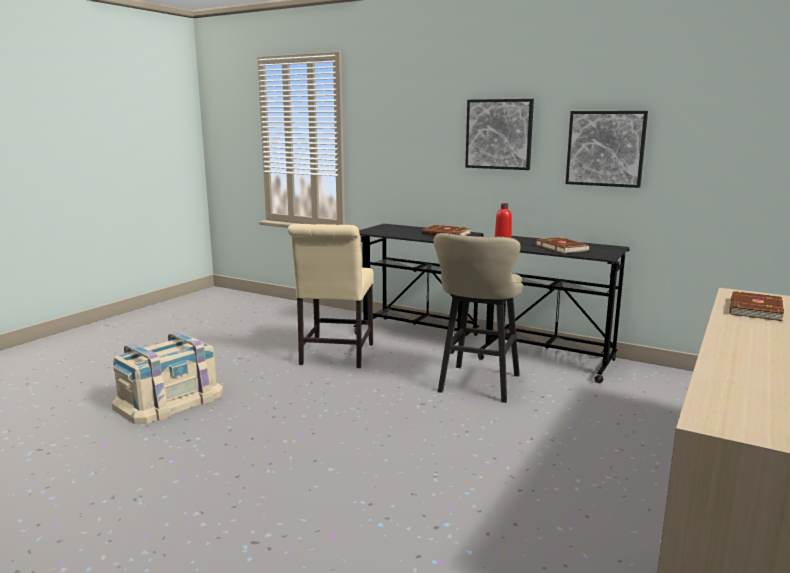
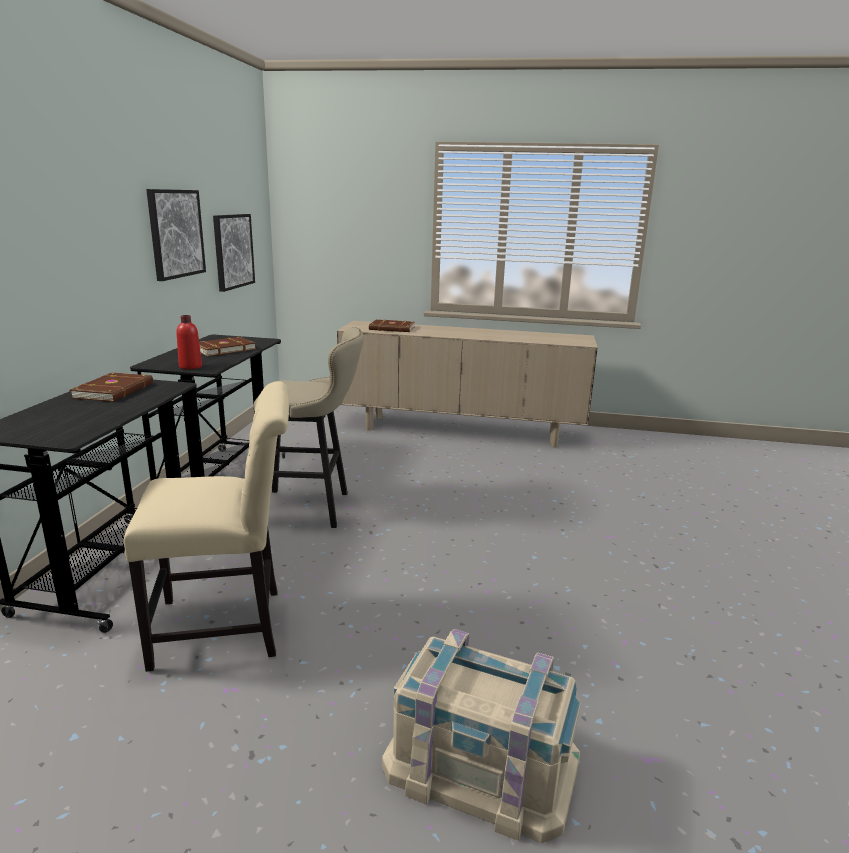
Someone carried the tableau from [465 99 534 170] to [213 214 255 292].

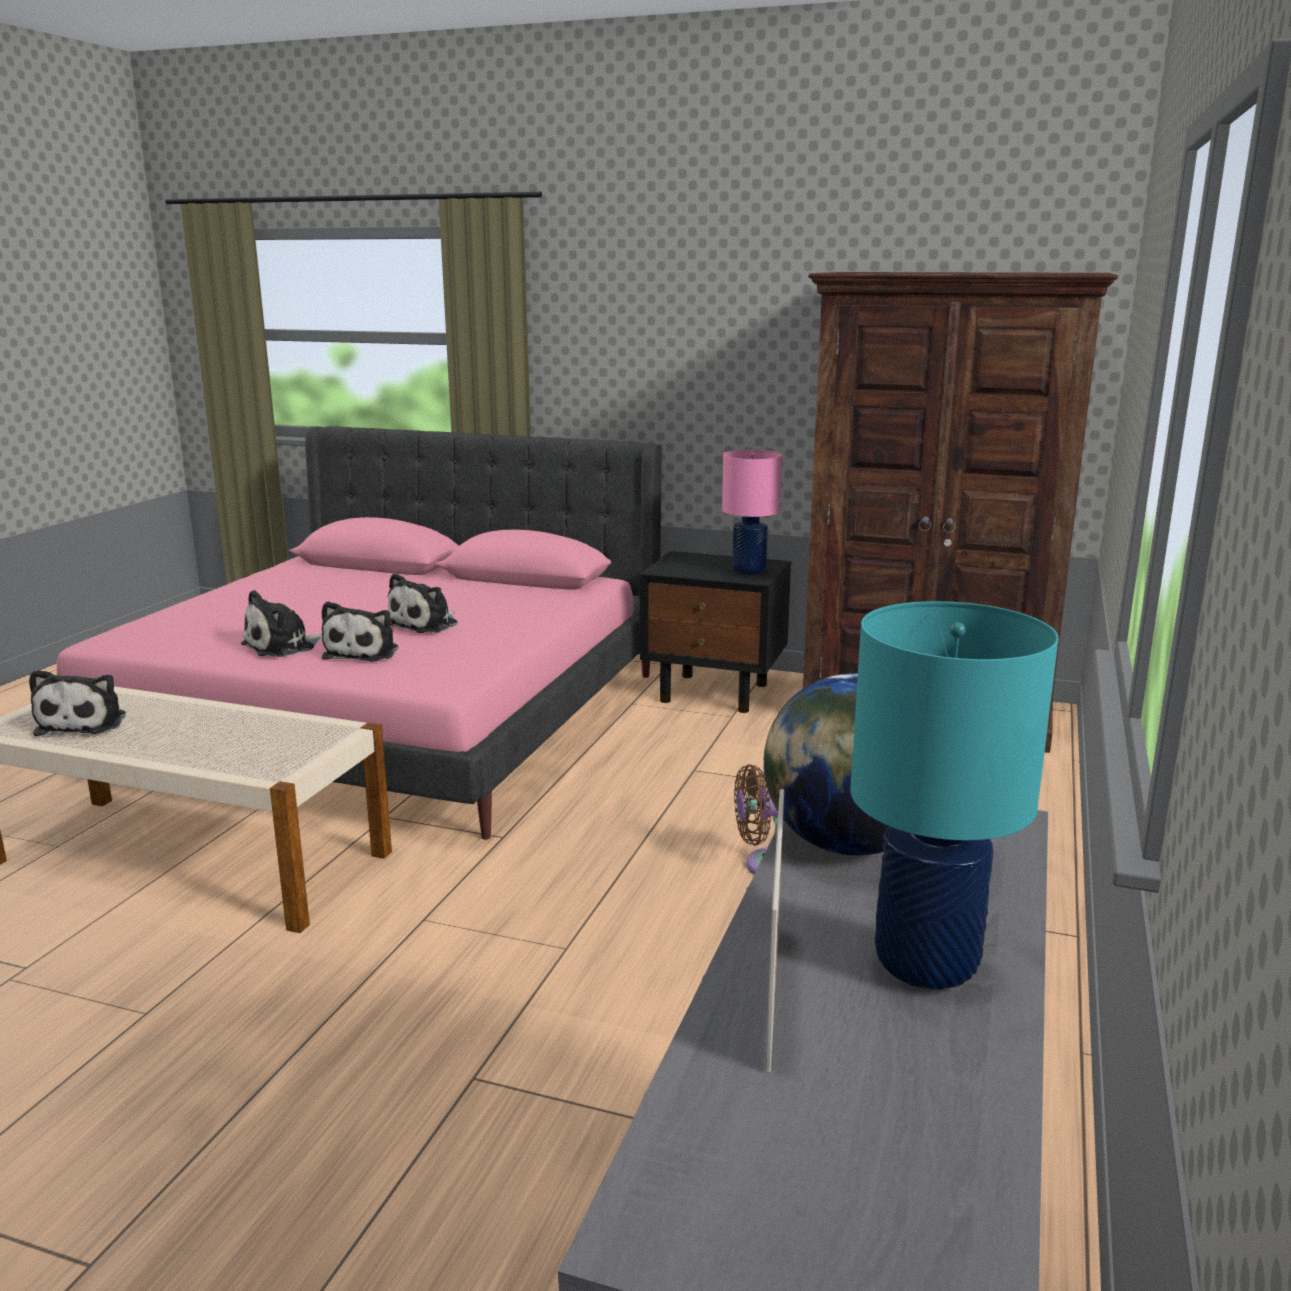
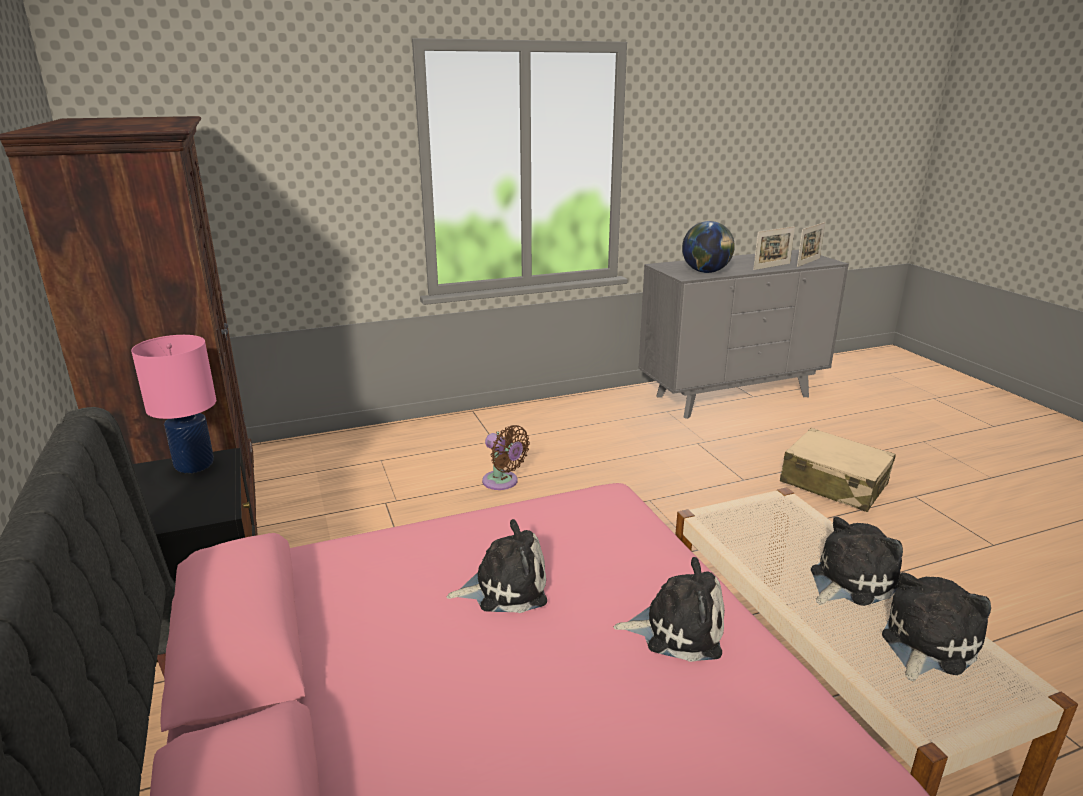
Someone took away the lampe de table (turquoise) at [850 601 1059 989].
Someone put down the valise (beige) at [780 428 896 512].
Someone put down the cadre photo at [797 222 825 267].
Someone carried the peluche from [322 601 398 662] to [811 517 903 606].

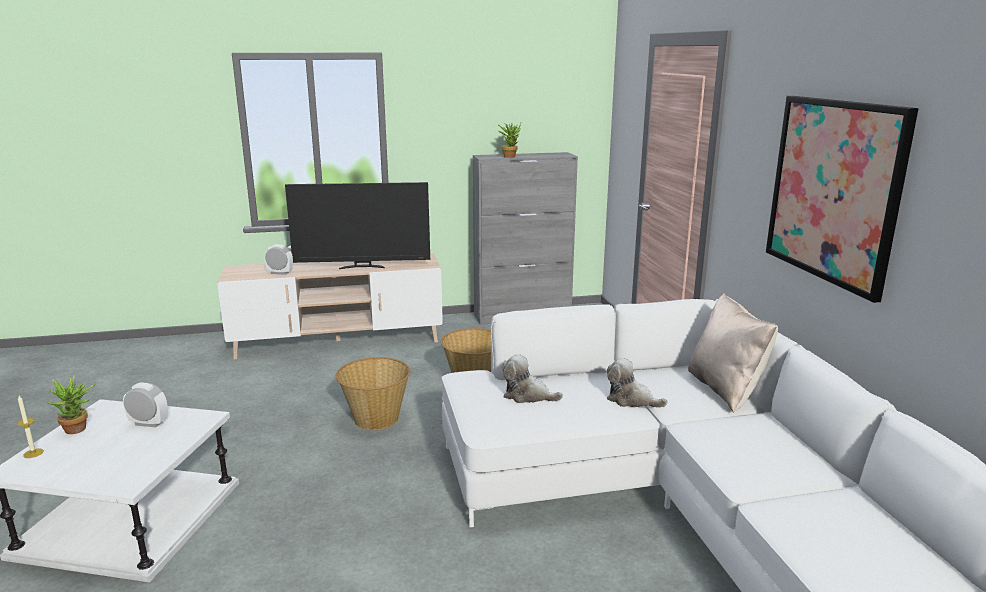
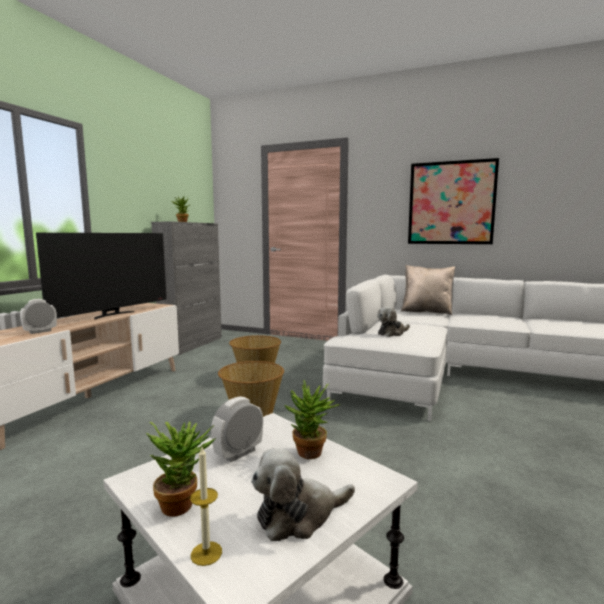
Someone put down the plante en pot at [284 380 340 459].
Someone carried the peluche from [607 358 668 408] to [251 448 355 541].

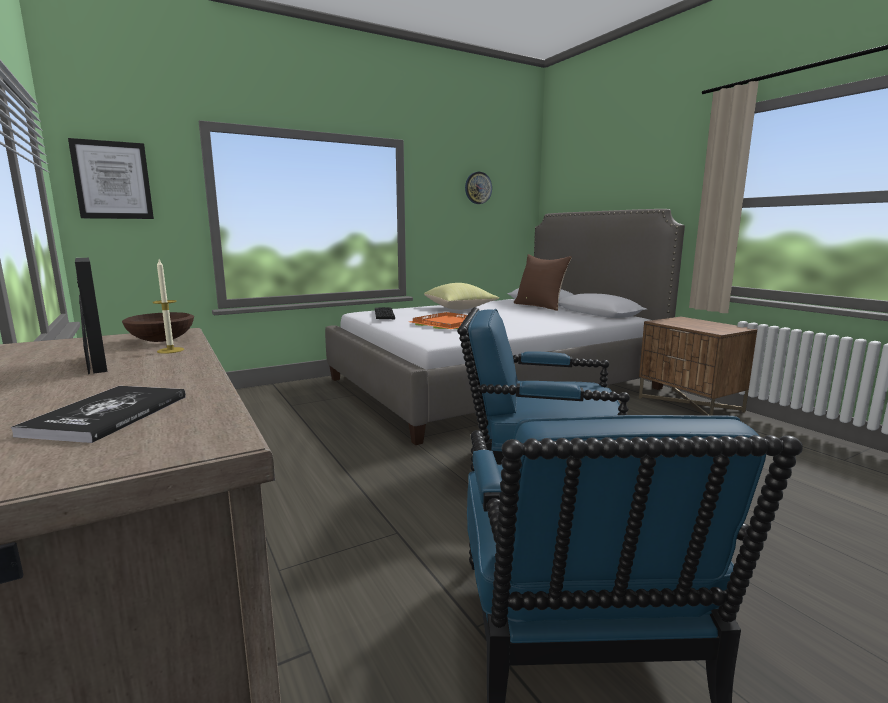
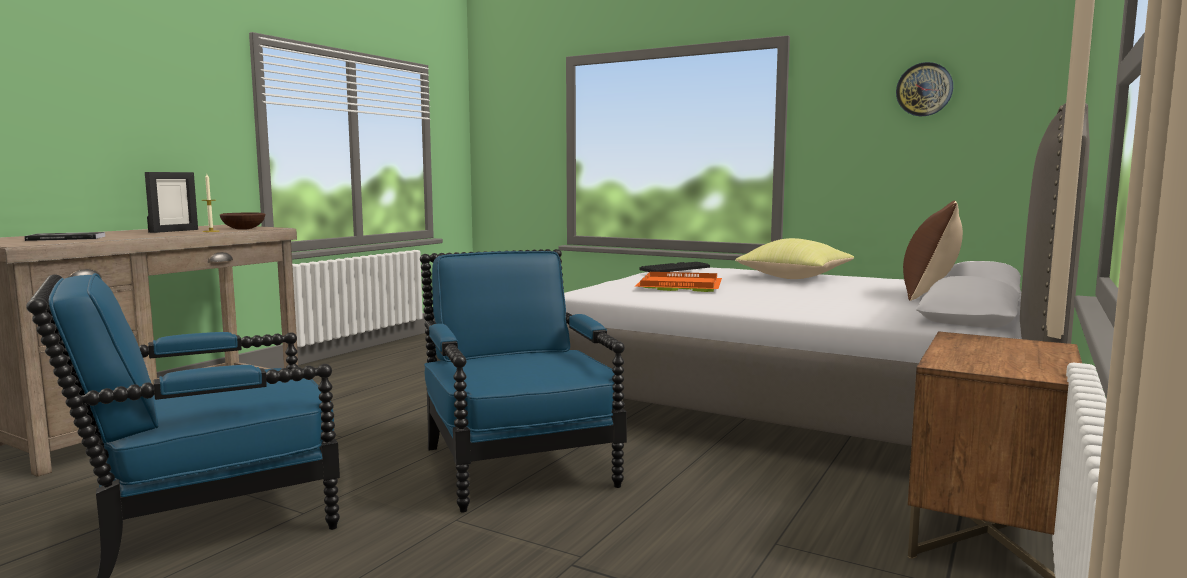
Someone took away the tableau at [68 138 154 219].

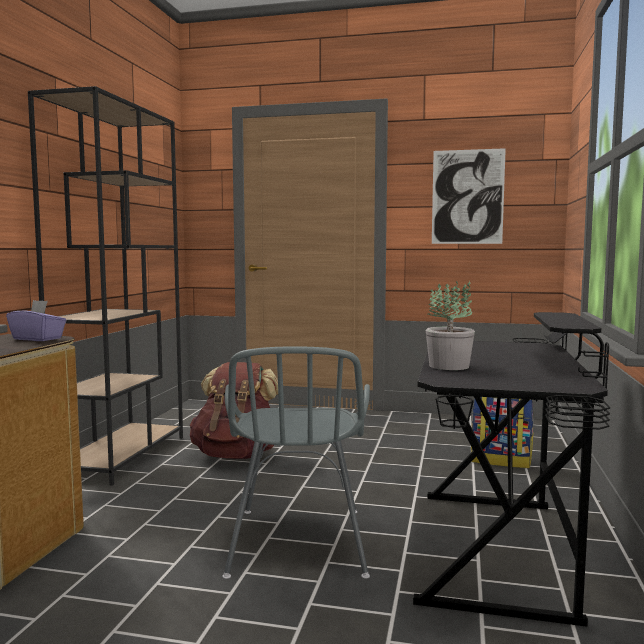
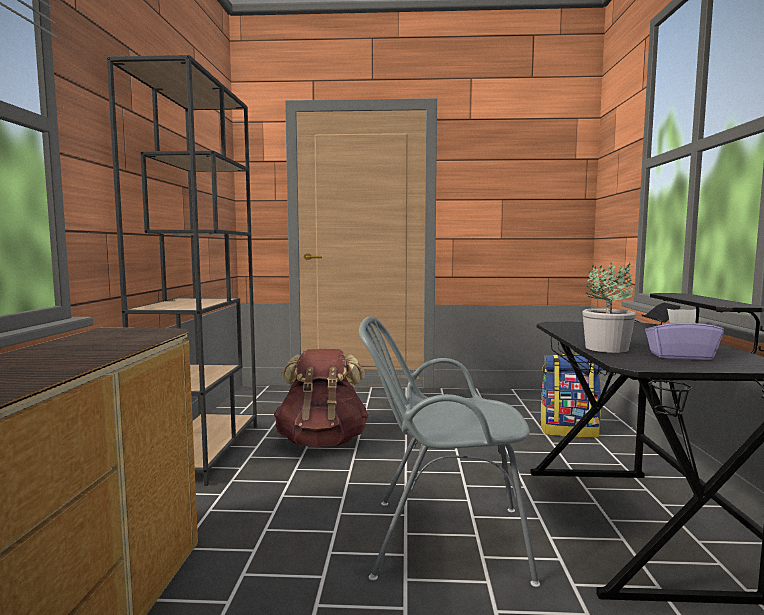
Someone took away the tableau at [432 148 506 244].
Someone carried the boîte à mouchoirs (violet) from [6 300 67 341] to [645 309 724 360].
Someone rotated the chaise (gris) at [222 347 370 579] by 105 degrees clockwise.

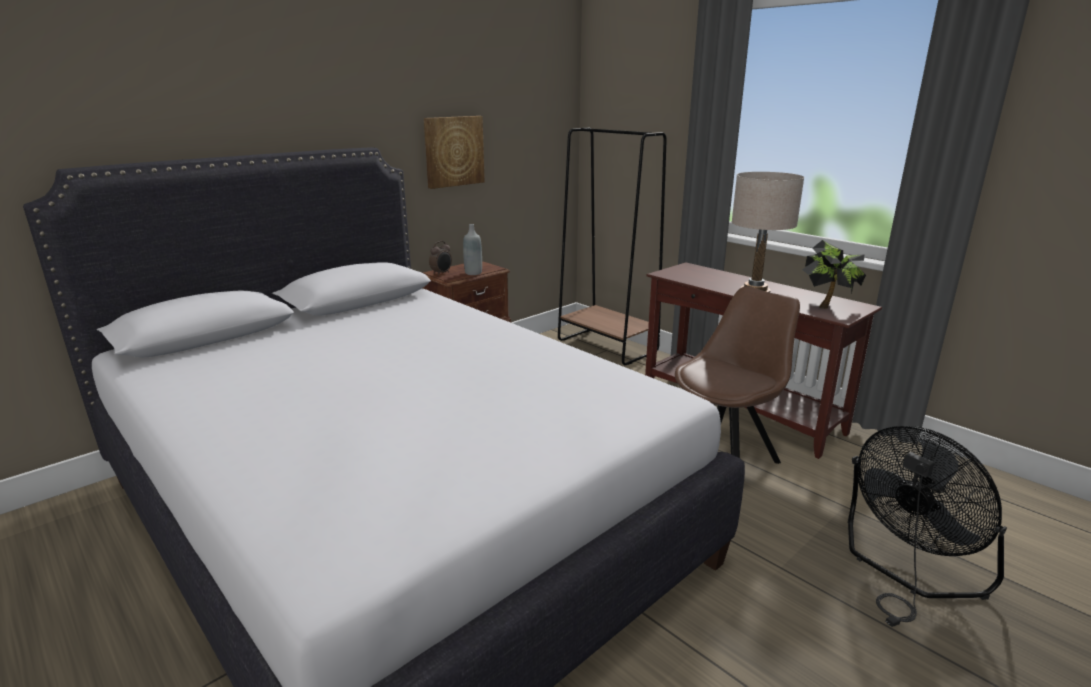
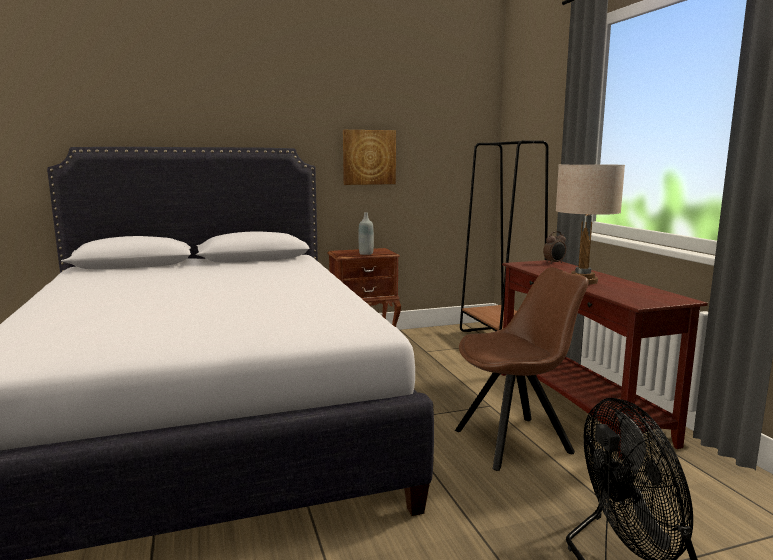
Someone took away the plante en pot at [802 240 866 309].
Someone carried the réveil from [429 241 452 275] to [543 231 566 264].

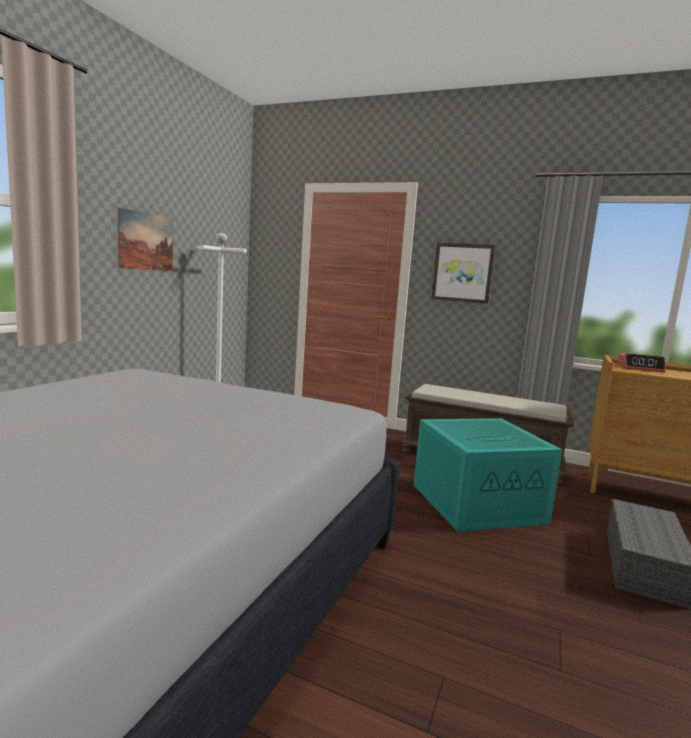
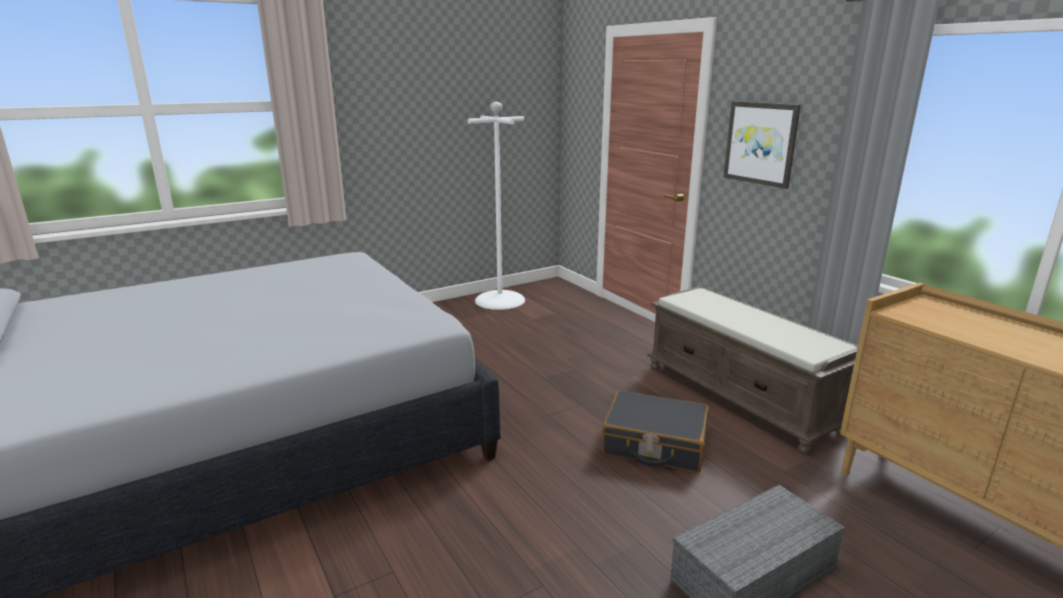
Someone took away the tableau at [118 207 173 271].
Someone took away the réveil at [617 353 666 372].
Someone swapped the boîte de rangement (turquoise) at [414 418 562 532] for the valise (noir) at [602 390 709 472].

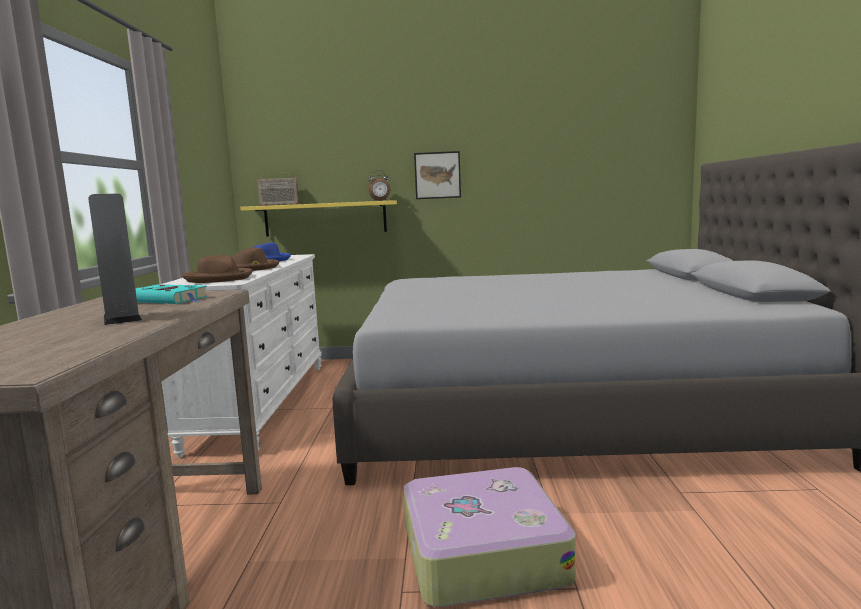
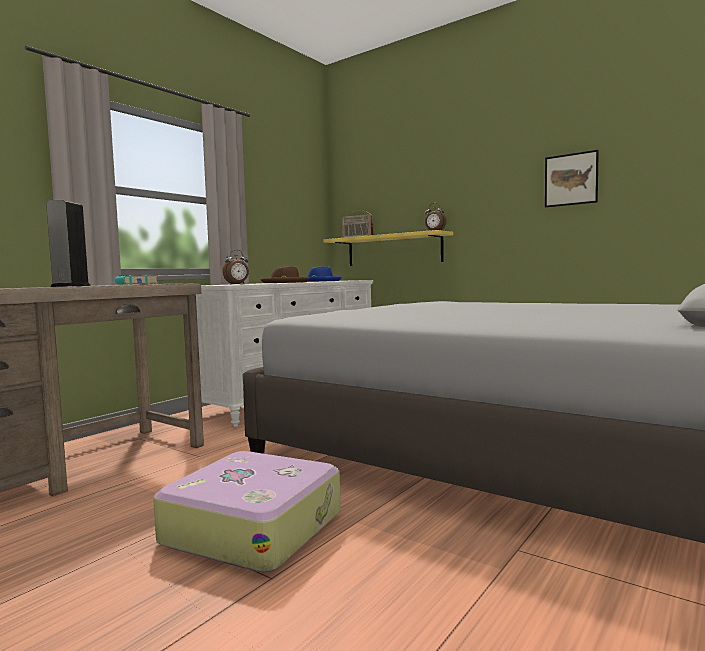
Someone carried the tableau from [414 151 461 199] to [545 150 599 207].
Someone swapped the chapeau (marron) at [182 255 253 283] for the réveil at [222 250 249 284].

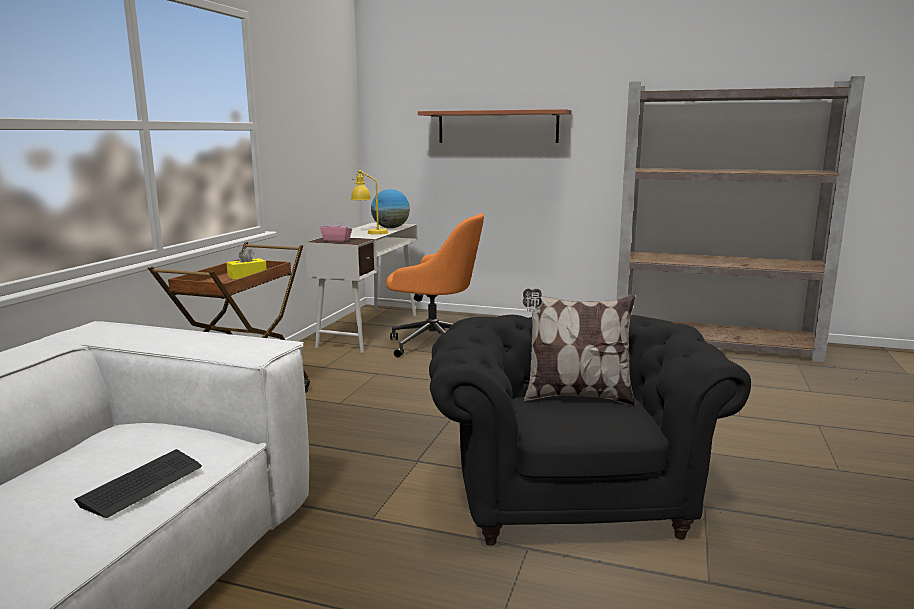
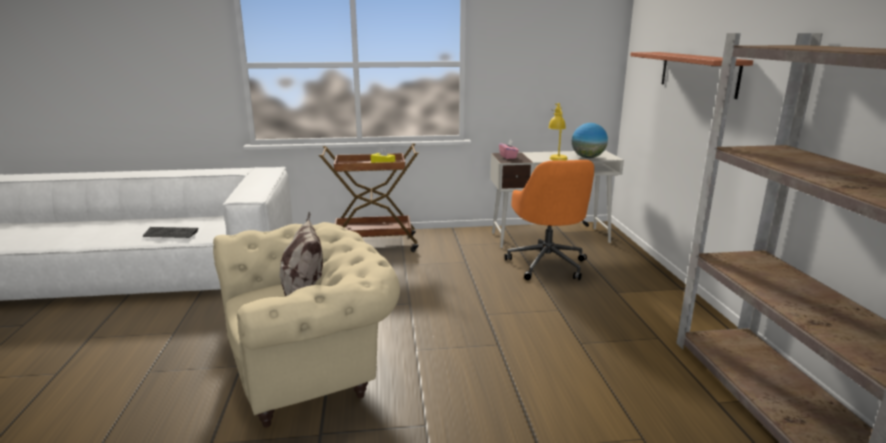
Someone repainted the fauteuil (noir) at [429 315 751 546], which became the fauteuil (beige) at [213 222 400 427].

